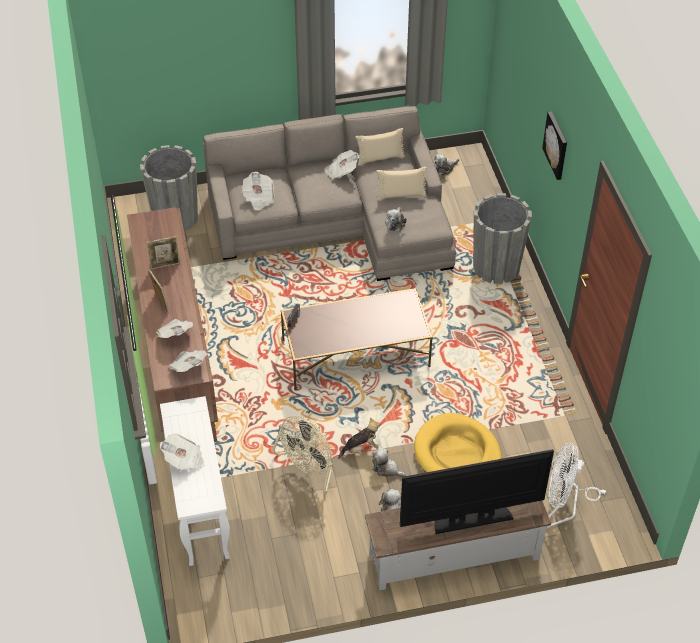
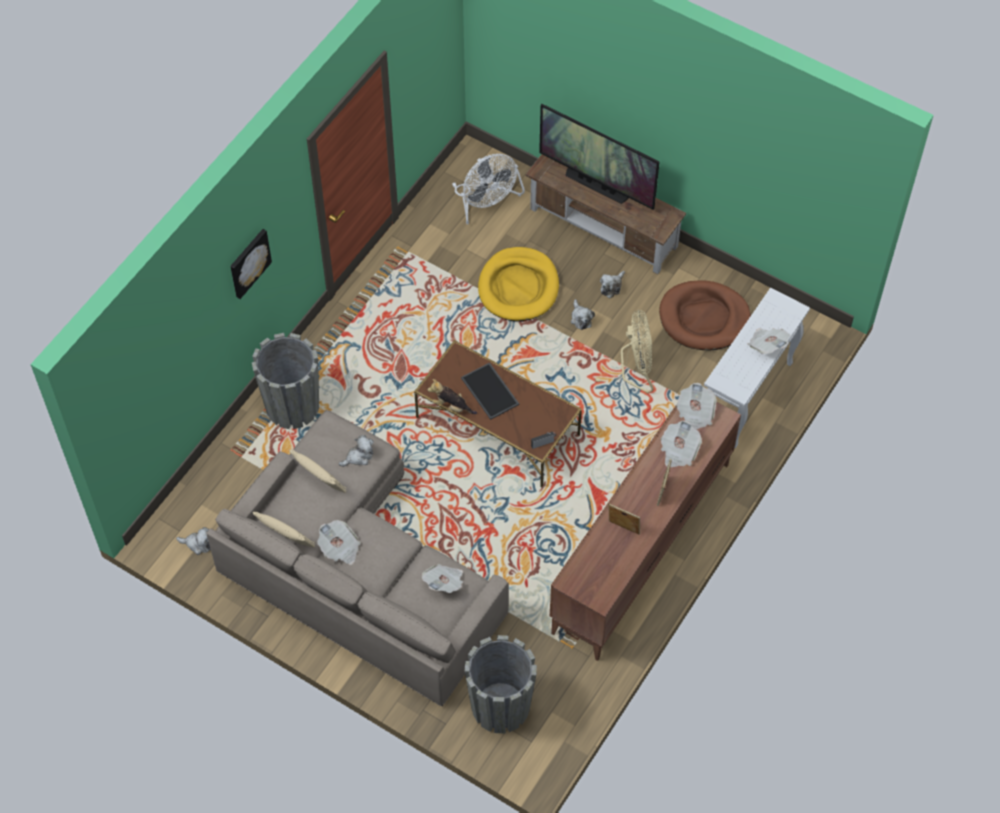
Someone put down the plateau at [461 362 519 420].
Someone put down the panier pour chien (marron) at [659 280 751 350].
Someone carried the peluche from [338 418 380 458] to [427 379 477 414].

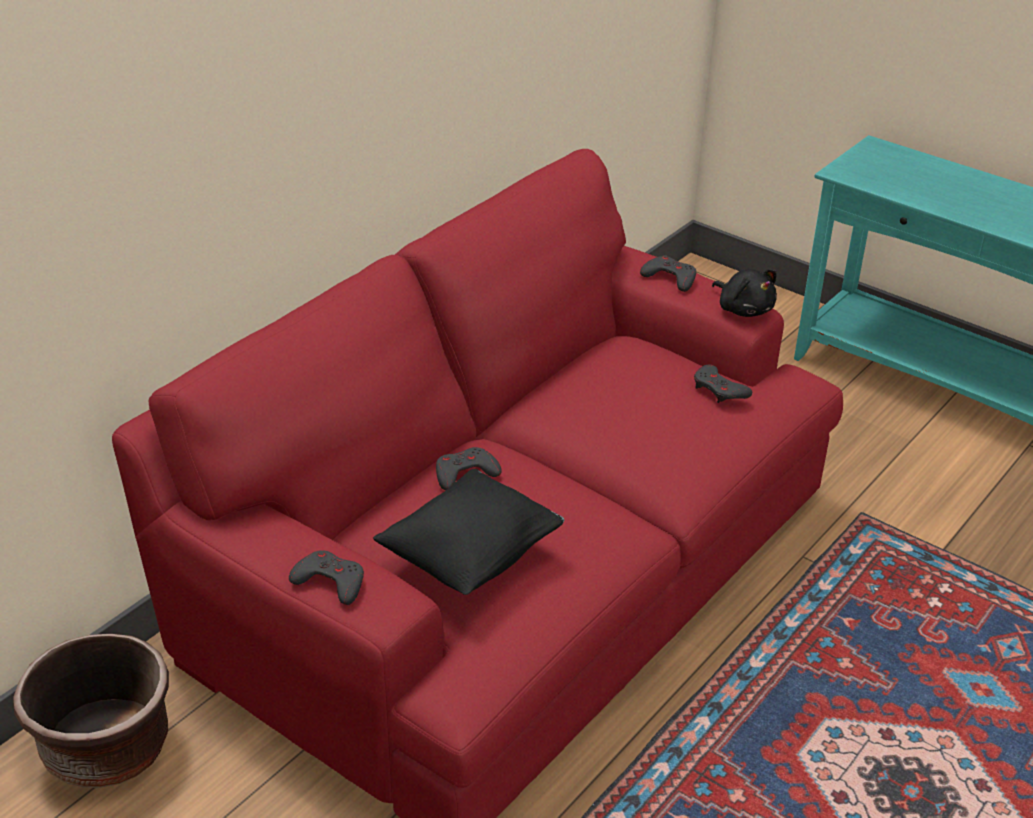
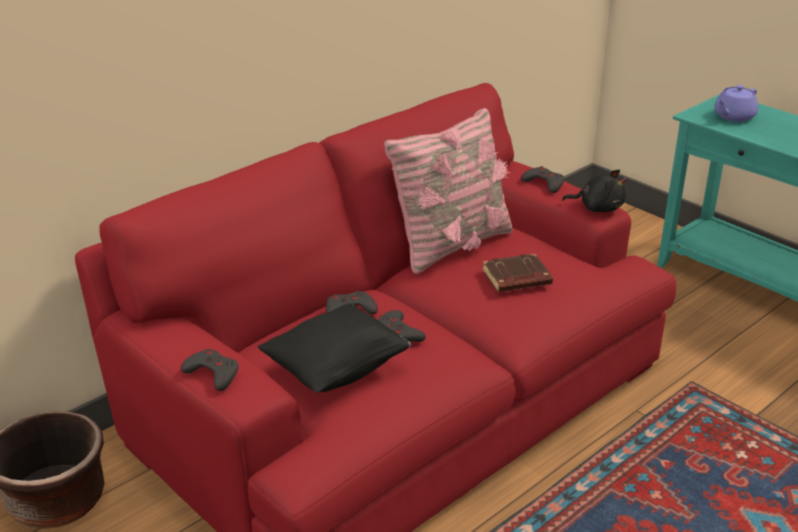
Someone put down the coussin (rose) at [384 108 512 274].
Someone put down the livre (marron) at [482 254 553 293].
Someone put down the théière (violet) at [715 85 758 122].
Someone carried the manette (gris) from [694 365 752 403] to [378 310 426 342].
Someone rotated the peluche (noir) at [712 269 777 317] by 45 degrees counterclockwise.

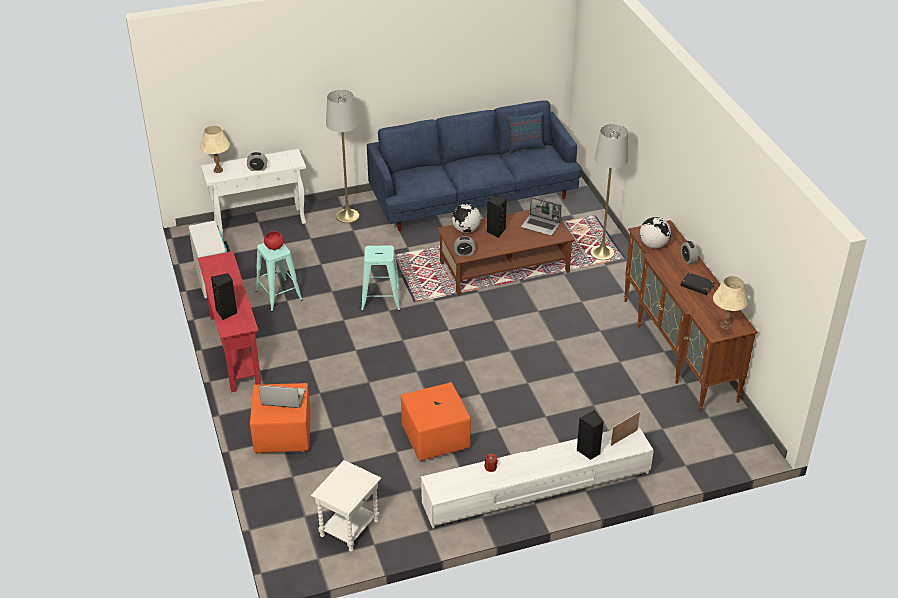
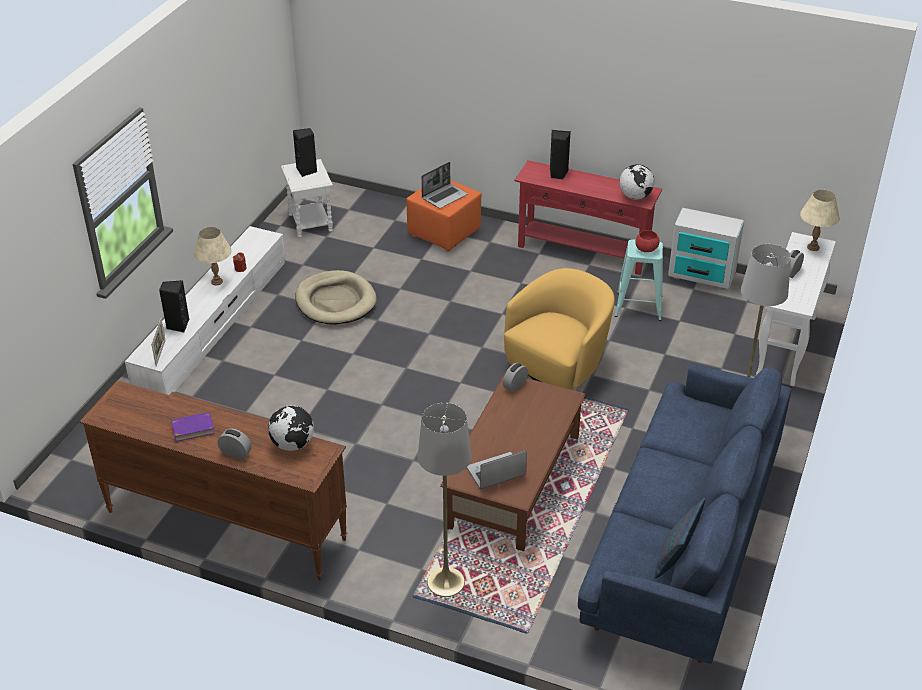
Someone carried the globe from [452 204 481 233] to [619 164 654 200].
Someone carried the enceinte (noir) from [487 196 507 238] to [293 128 317 177].
Someone carried the lampe de table (beige) from [713 276 749 330] to [194 227 232 285].
Someone swapped the tabouret (turquoise) at [361 245 401 311] for the fauteuil (jaune) at [504 268 615 390].
Someone swapped the pouf (orange) at [401 382 471 461] for the panier pour chien (beige) at [296 270 377 325].
Someone repainted the livre (noir) at [681 272 715 295], which became the livre (violet) at [166 412 215 442].

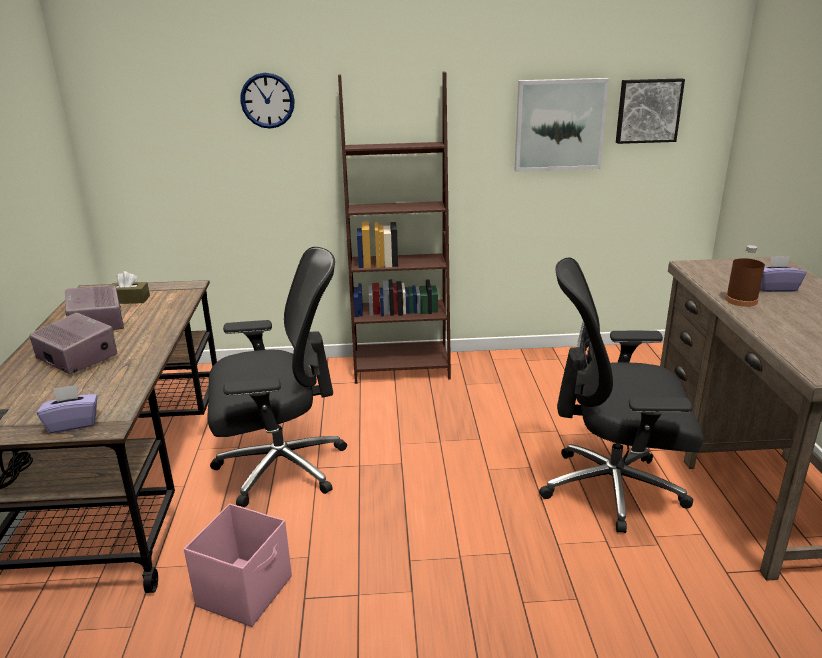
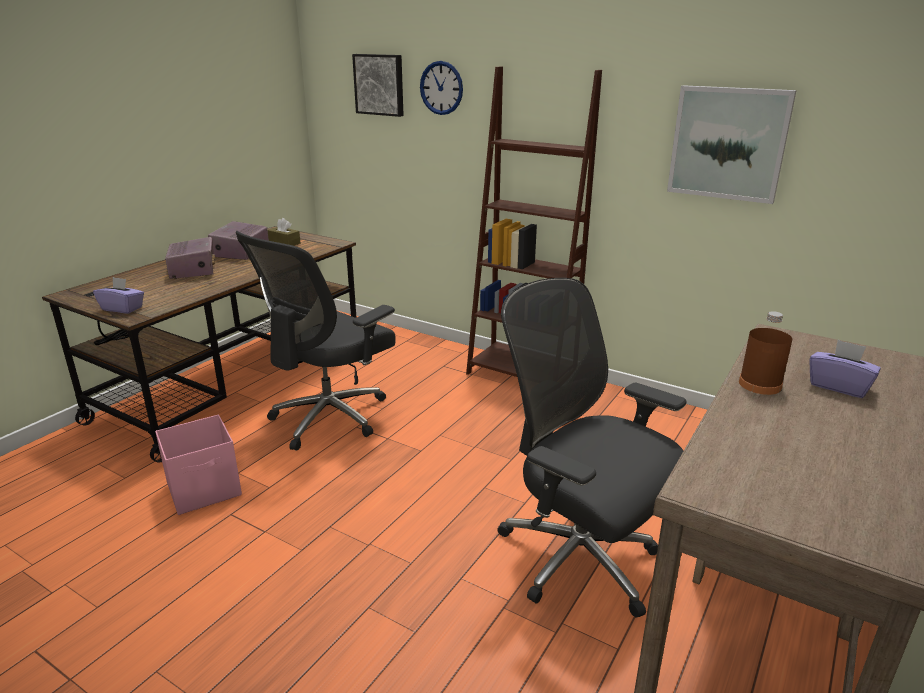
Someone carried the tableau from [616 78 685 144] to [352 54 404 117].
Someone rotated the chaise de bureau at [207 247 347 507] by 105 degrees clockwise.

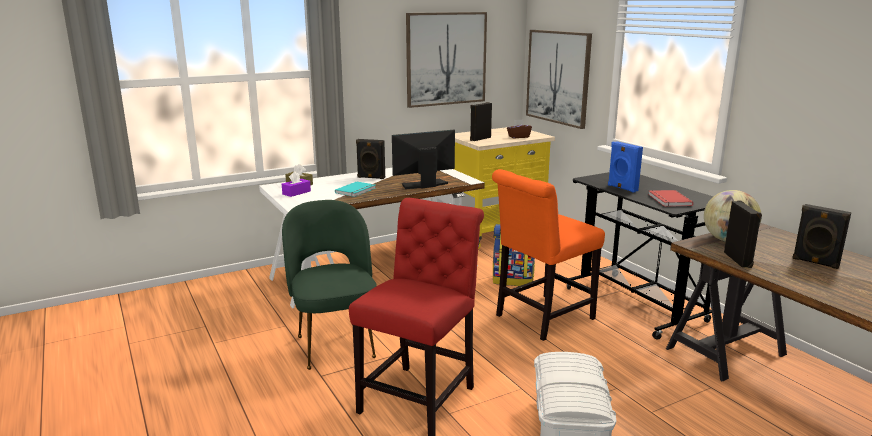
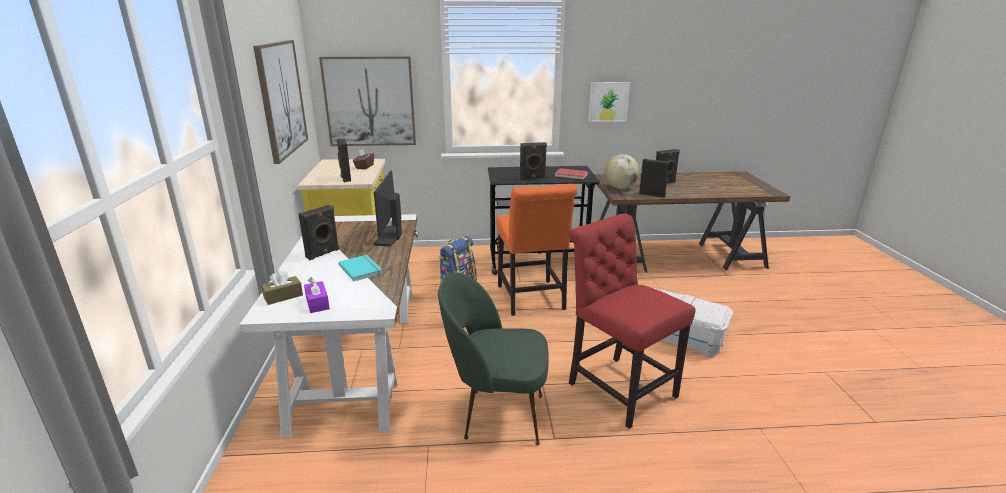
Someone put up the tableau at [588 82 630 122].
Someone repainted the enceinte (bleu) at [608 141 643 193], which became the enceinte (noir) at [520 142 547 180].

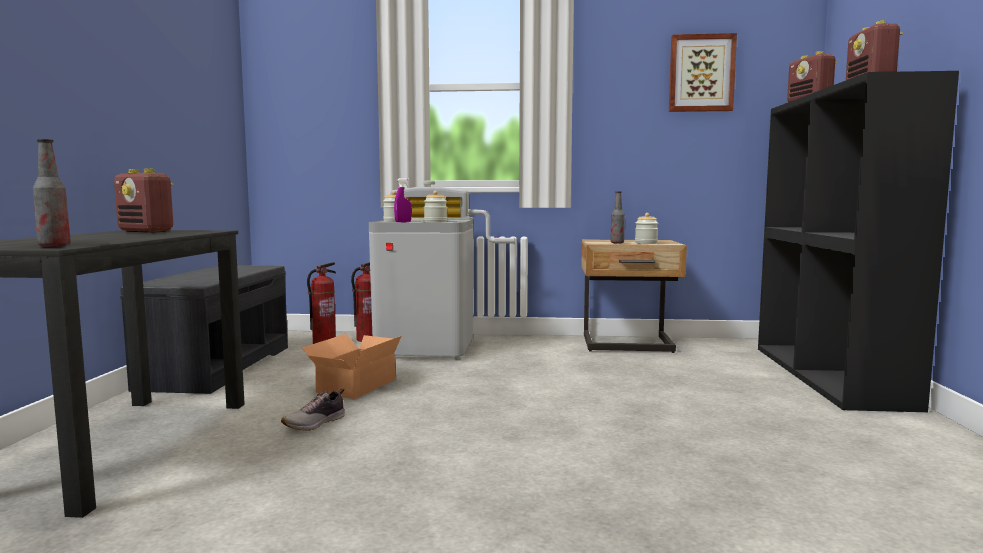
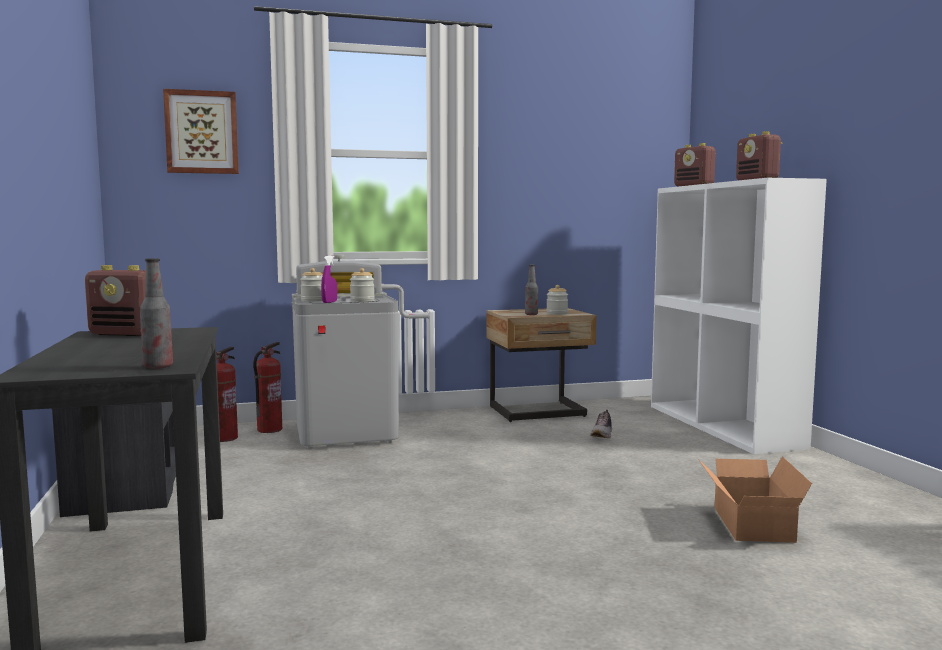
Someone carried the chaussure from [281 389 345 431] to [590 410 612 438].
Someone carried the carton from [302 334 401 399] to [698 456 812 543].
Someone carried the tableau from [669 33 737 112] to [163 89 239 174].
Someone repainted the bibliothèque (noir) at [758 71 959 412], which became the bibliothèque (blanc) at [651 178 827 454].

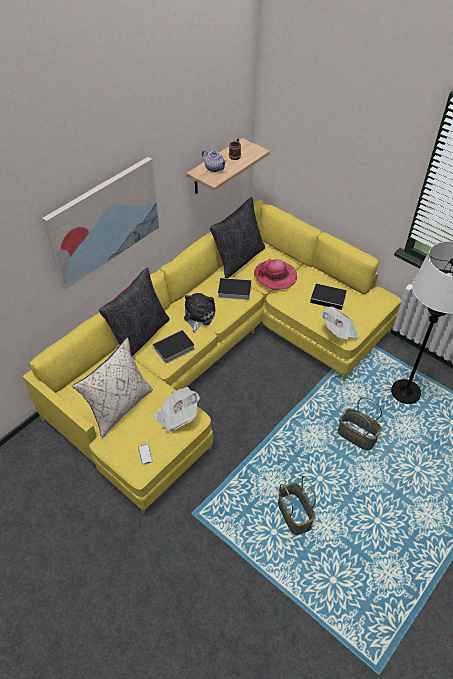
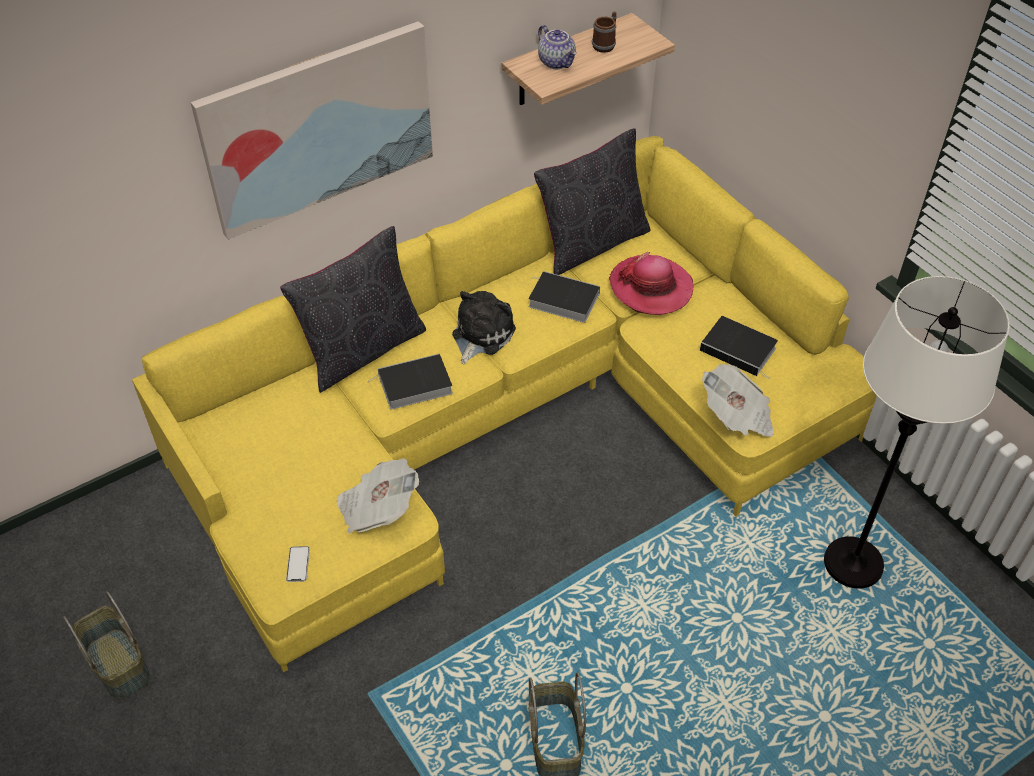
Someone took away the coussin (beige) at [72 338 153 438].
Someone carried the panier from [337 397 382 450] to [63 591 150 700].

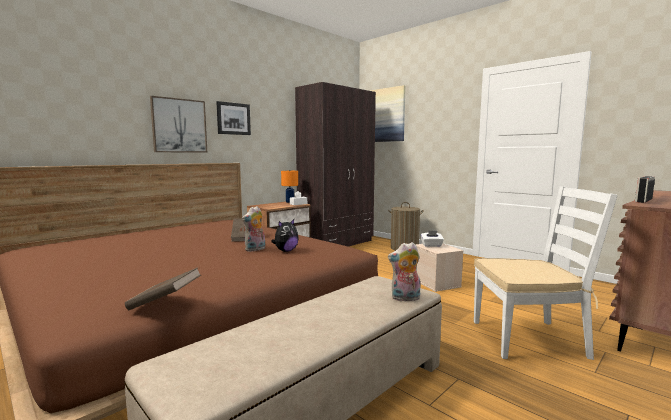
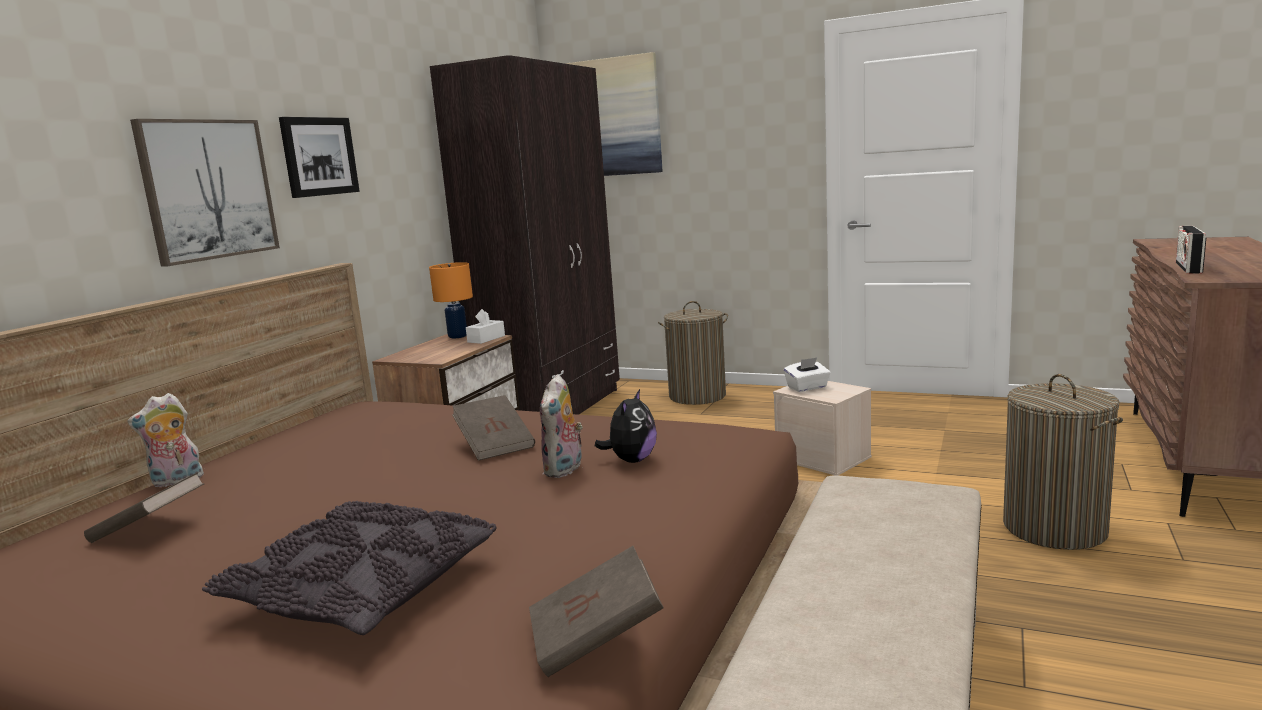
Someone put down the livre (marron) at [84 472 204 543].
Someone put down the coussin (noir) at [202 501 497 635].
Someone carried the peluche from [388 242 421 301] to [127 393 205 487].
Someone swapped the chaise (blanc) at [474 186 618 360] for the panier à linge at [1003 374 1123 550].

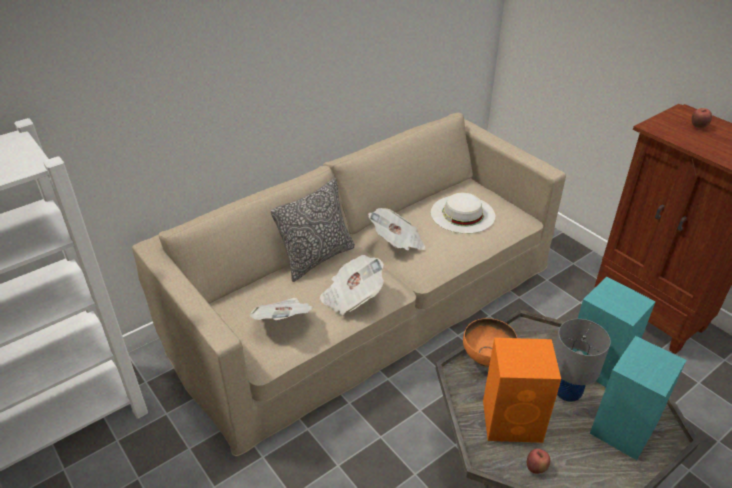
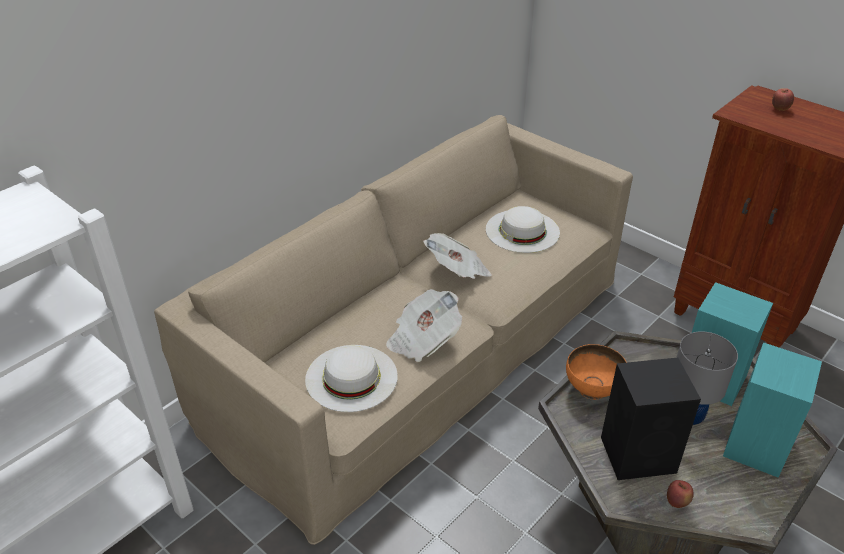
Someone took away the coussin at [271 178 355 282].
Someone swapped the journal at [249 298 314 320] for the chapeau (blanc) at [305 345 398 412].
Someone repainted the enceinte (orange) at [483 338 561 443], which became the enceinte (noir) at [601 357 701 480].

